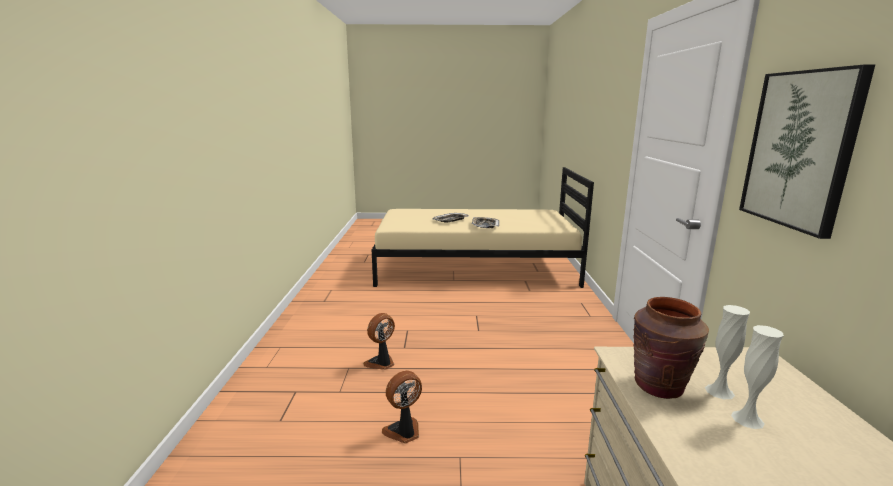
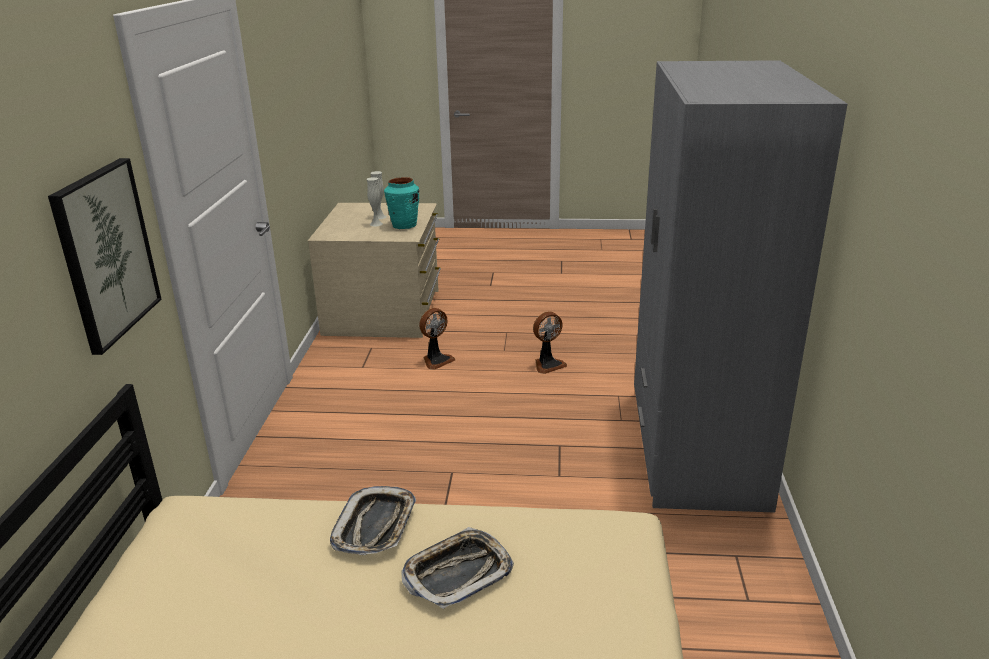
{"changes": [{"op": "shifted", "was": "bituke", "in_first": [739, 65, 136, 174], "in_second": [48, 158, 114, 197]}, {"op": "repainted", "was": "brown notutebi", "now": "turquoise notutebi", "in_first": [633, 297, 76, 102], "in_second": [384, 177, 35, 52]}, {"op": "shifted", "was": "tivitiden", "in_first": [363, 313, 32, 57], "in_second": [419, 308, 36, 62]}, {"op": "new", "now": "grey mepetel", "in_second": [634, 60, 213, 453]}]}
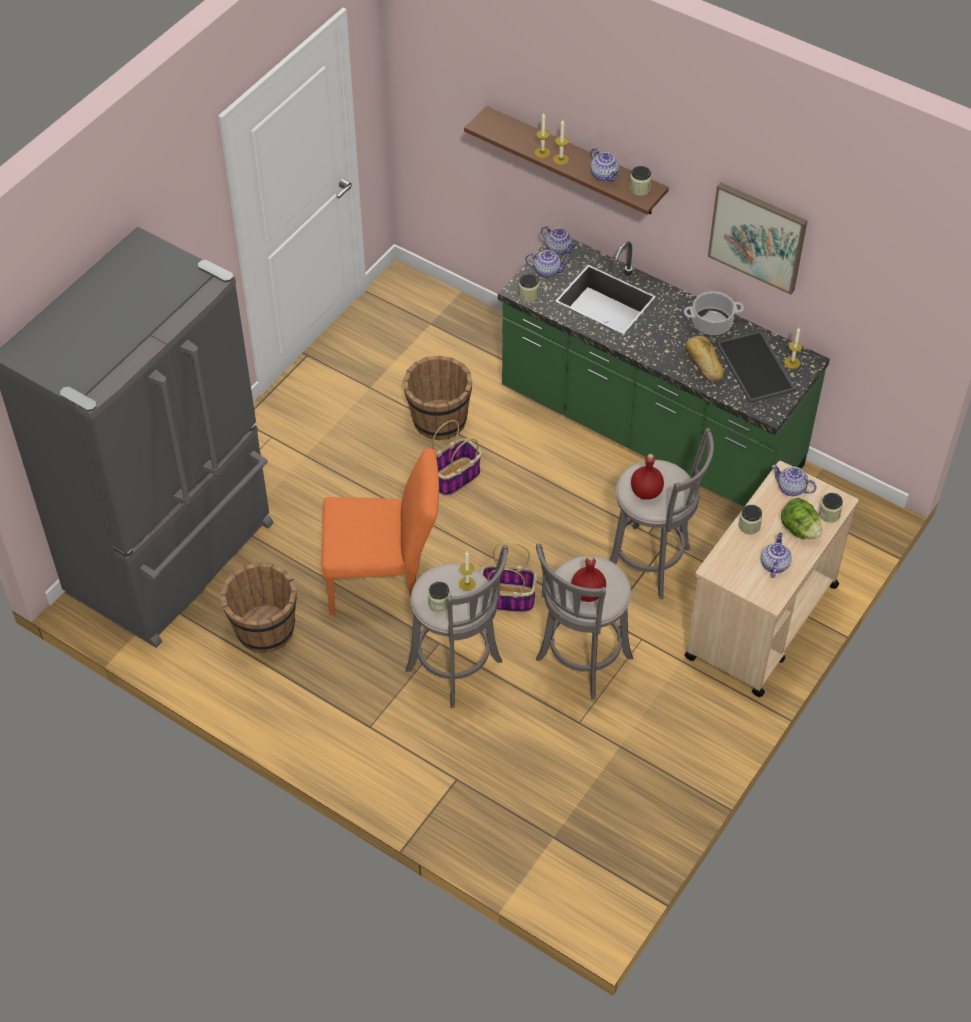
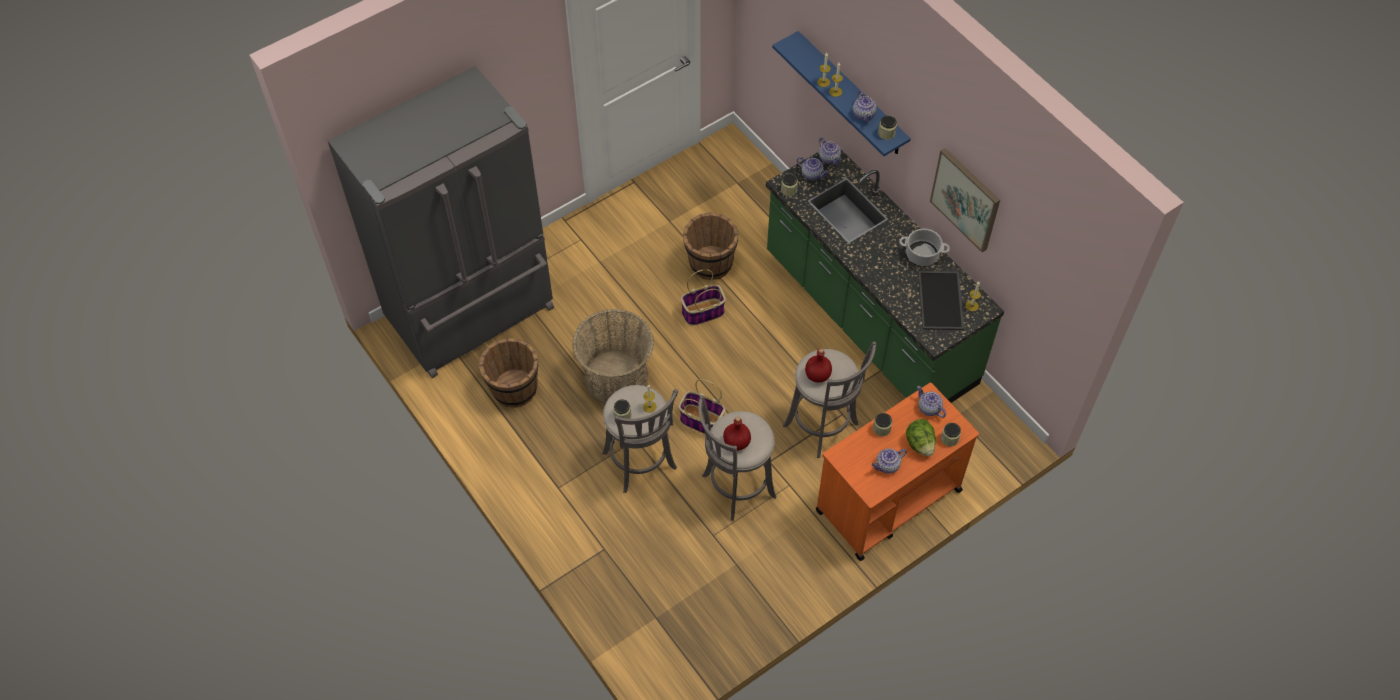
{"changes": [{"op": "repainted", "was": "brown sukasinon", "now": "blue sukasinon", "in_first": [464, 106, 205, 109], "in_second": [772, 31, 139, 125]}, {"op": "gone", "was": "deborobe", "in_first": [685, 336, 39, 46]}, {"op": "swapped", "was": "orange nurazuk", "now": "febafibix", "in_first": [322, 449, 117, 166], "in_second": [572, 309, 82, 96]}, {"op": "repainted", "was": "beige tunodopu", "now": "orange tunodopu", "in_first": [684, 461, 175, 236], "in_second": [816, 383, 163, 178]}, {"op": "rotated", "was": "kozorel", "in_first": [761, 533, 31, 45], "in_second": [872, 448, 35, 26], "clockwise": -150}]}
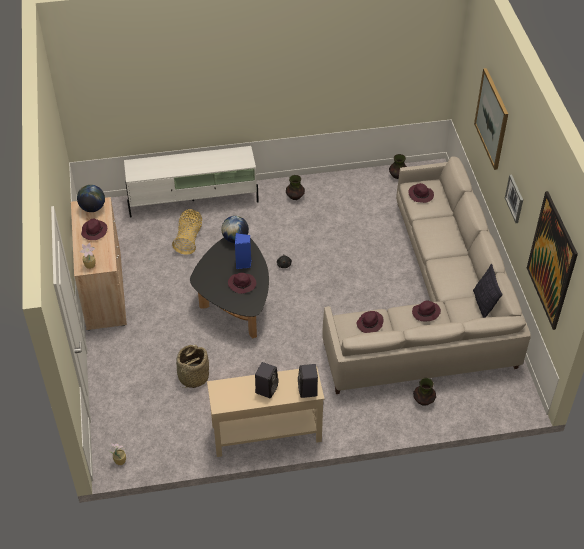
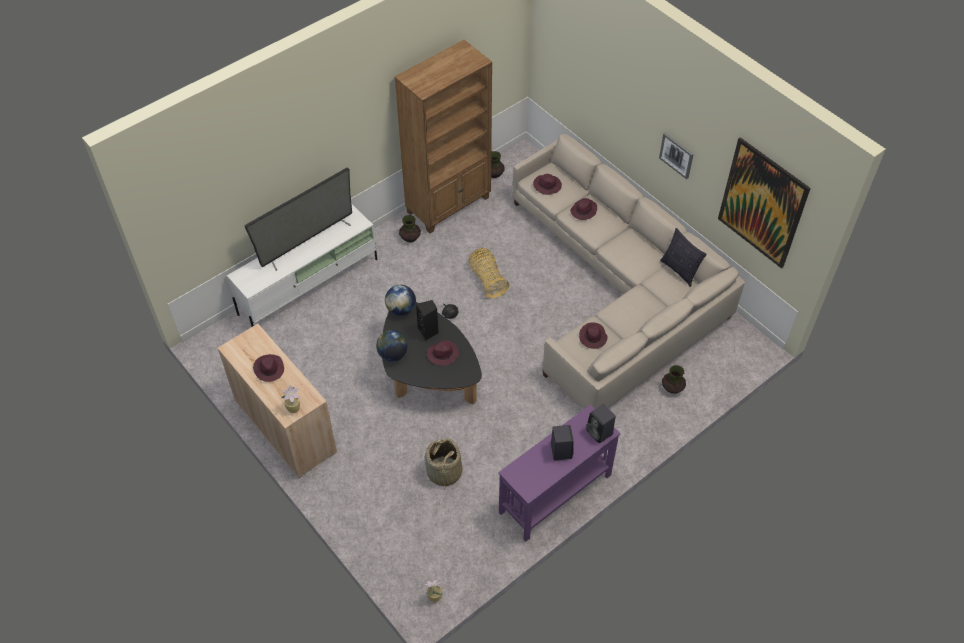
{"changes": [{"op": "gone", "was": "bituke", "in_first": [474, 68, 34, 102]}, {"op": "shifted", "was": "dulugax", "in_first": [77, 185, 28, 27], "in_second": [376, 330, 32, 32]}, {"op": "shifted", "was": "febafibix", "in_first": [172, 209, 30, 46], "in_second": [469, 248, 40, 50]}, {"op": "repainted", "was": "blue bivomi", "now": "black bivomi", "in_first": [235, 233, 16, 36], "in_second": [416, 300, 23, 41]}, {"op": "shifted", "was": "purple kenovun", "in_first": [412, 301, 29, 20], "in_second": [570, 198, 27, 22]}, {"op": "repainted", "was": "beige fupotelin", "now": "purple fupotelin", "in_first": [207, 366, 117, 91], "in_second": [498, 405, 123, 137]}, {"op": "new", "now": "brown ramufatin", "in_second": [394, 40, 98, 193]}, {"op": "new", "now": "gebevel", "in_second": [244, 167, 108, 104]}]}
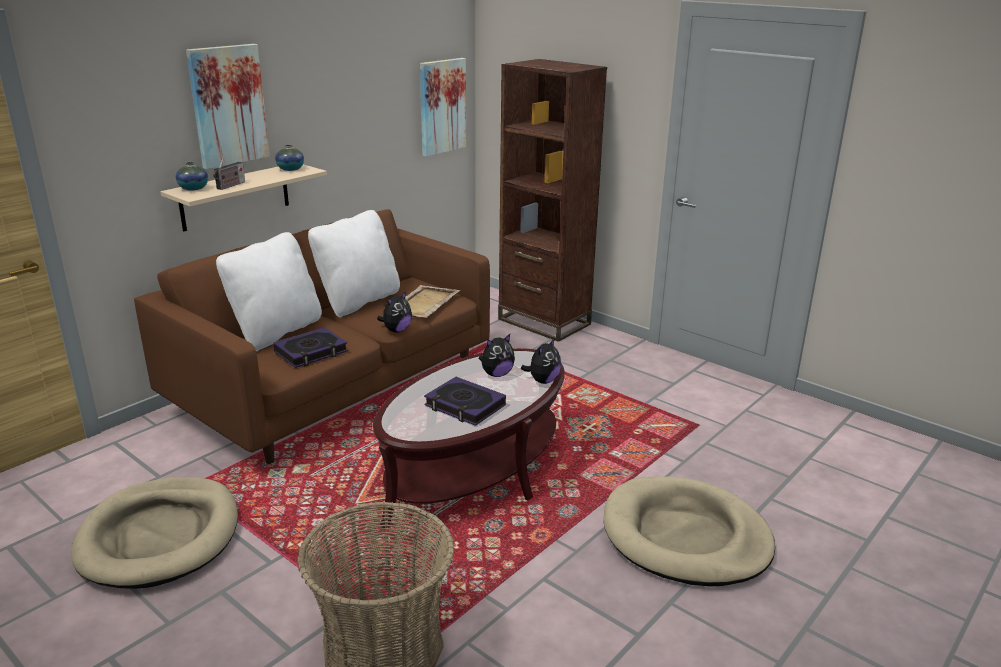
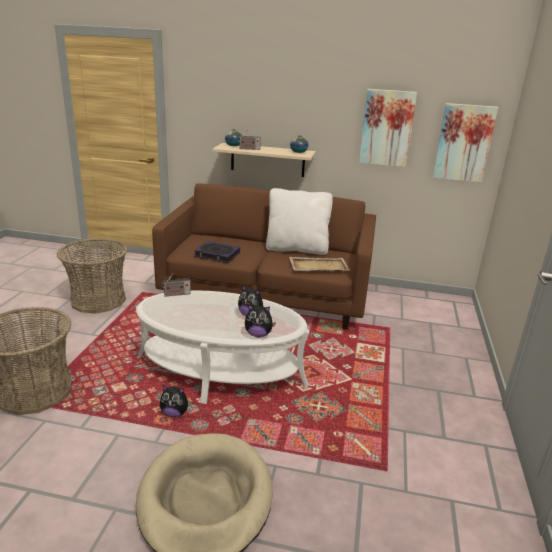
{"changes": [{"op": "shifted", "was": "bituke", "in_first": [186, 44, 84, 125], "in_second": [359, 89, 58, 78]}, {"op": "gone", "was": "brown ramufatin", "in_first": [498, 59, 109, 283]}, {"op": "gone", "was": "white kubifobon", "in_first": [216, 232, 106, 120]}, {"op": "shifted", "was": "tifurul", "in_first": [377, 291, 35, 41], "in_second": [160, 385, 33, 32]}, {"op": "repainted", "was": "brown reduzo", "now": "white reduzo", "in_first": [373, 348, 192, 180], "in_second": [136, 291, 174, 113]}, {"op": "gone", "was": "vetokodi", "in_first": [424, 377, 82, 49]}, {"op": "swapped", "was": "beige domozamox", "now": "febafibix", "in_first": [71, 477, 167, 112], "in_second": [57, 238, 71, 76]}, {"op": "new", "now": "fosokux", "in_second": [161, 273, 30, 23]}]}
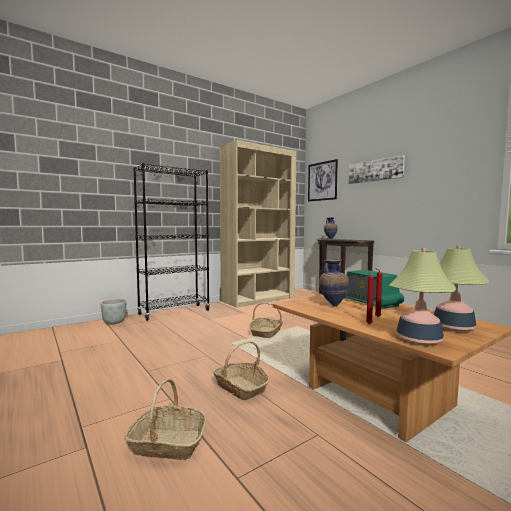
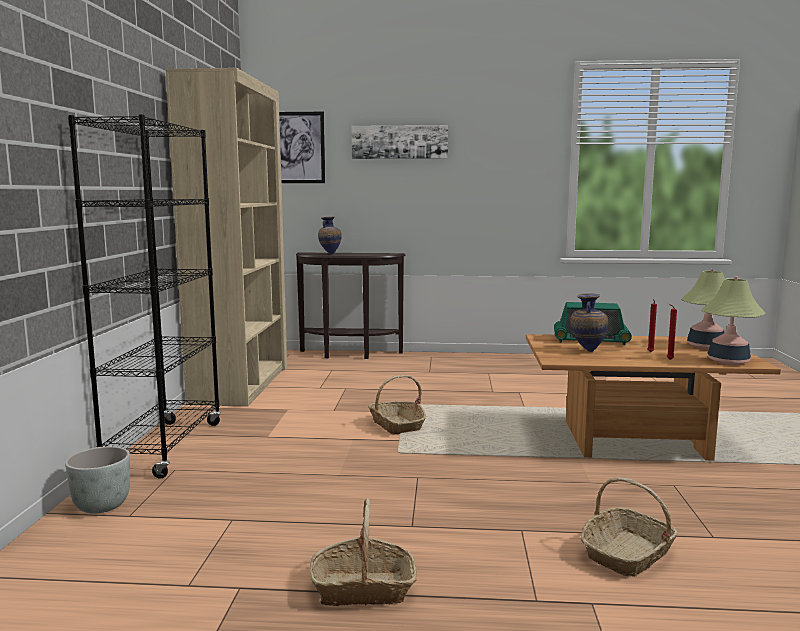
{"changes": [{"op": "shifted", "was": "febafibix", "in_first": [213, 341, 57, 59], "in_second": [310, 499, 107, 107]}]}
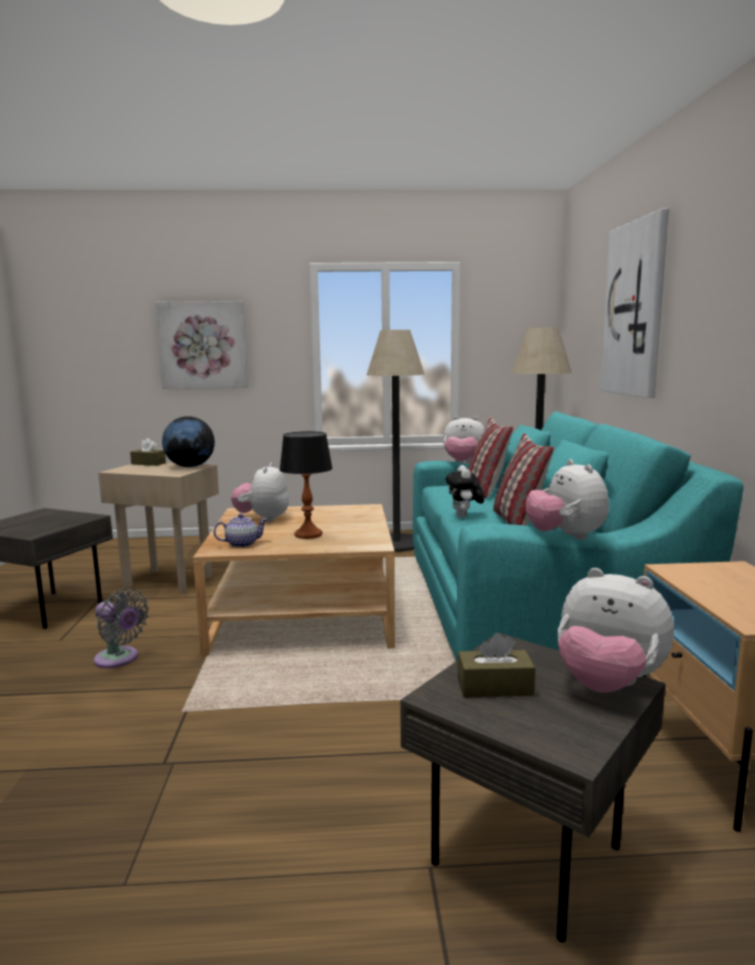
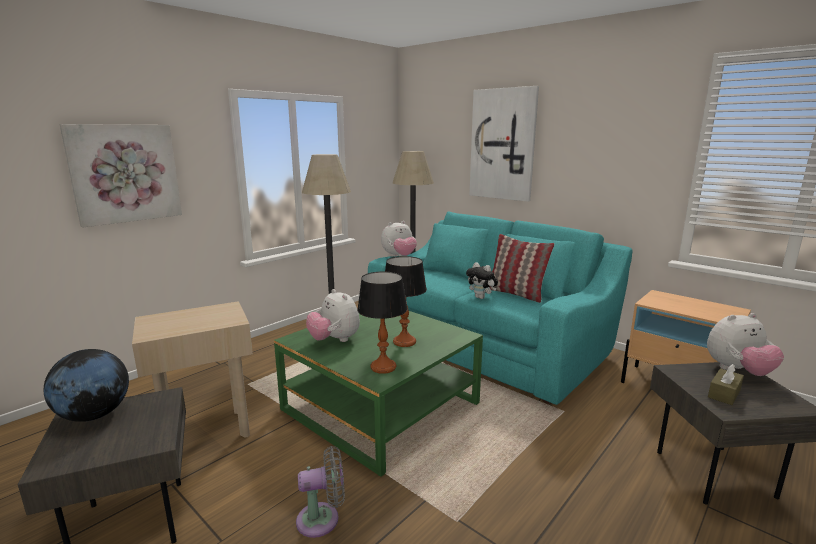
{"changes": [{"op": "shifted", "was": "dulugax", "in_first": [162, 416, 53, 51], "in_second": [44, 349, 85, 73]}, {"op": "gone", "was": "kubifobon", "in_first": [468, 418, 46, 81]}, {"op": "gone", "was": "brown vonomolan", "in_first": [130, 438, 36, 28]}, {"op": "gone", "was": "tifurul", "in_first": [526, 459, 83, 81]}, {"op": "repainted", "was": "beige reduzo", "now": "green reduzo", "in_first": [193, 504, 202, 153], "in_second": [274, 311, 209, 166]}, {"op": "swapped", "was": "kozorel", "now": "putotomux", "in_first": [213, 513, 55, 35], "in_second": [357, 272, 51, 102]}]}
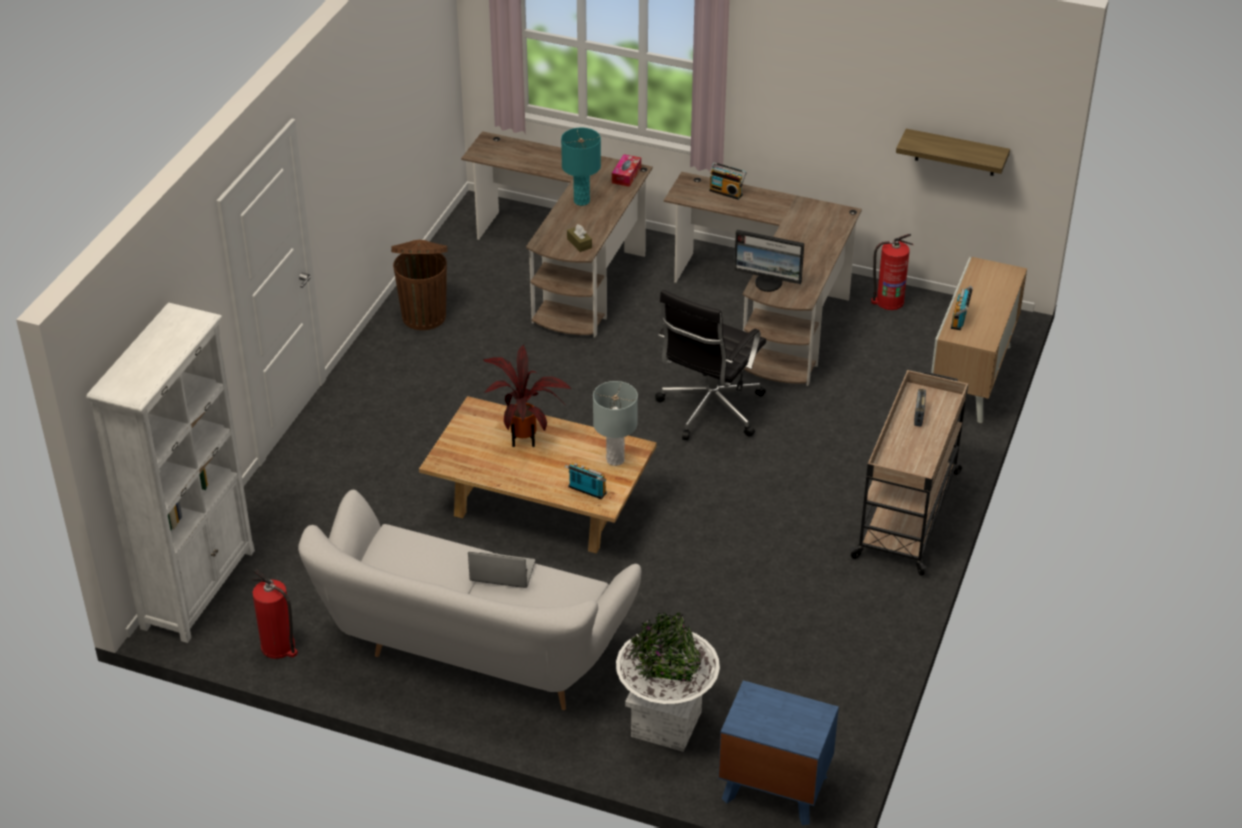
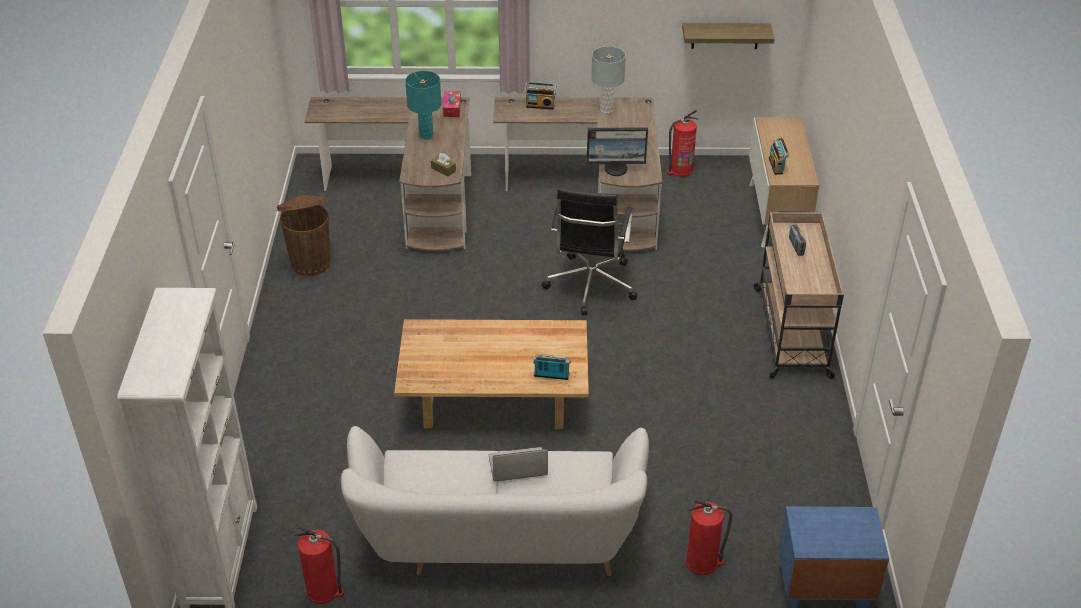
{"changes": [{"op": "gone", "was": "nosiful", "in_first": [484, 345, 88, 102]}, {"op": "shifted", "was": "grey putotomux", "in_first": [593, 381, 45, 85], "in_second": [591, 46, 35, 68]}, {"op": "swapped", "was": "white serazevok", "now": "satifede", "in_first": [616, 612, 104, 140], "in_second": [686, 499, 46, 76]}]}
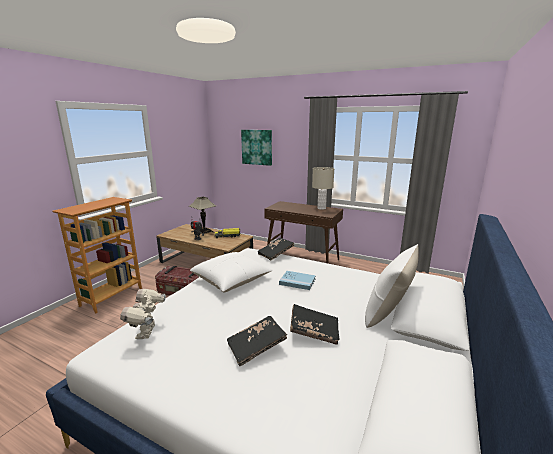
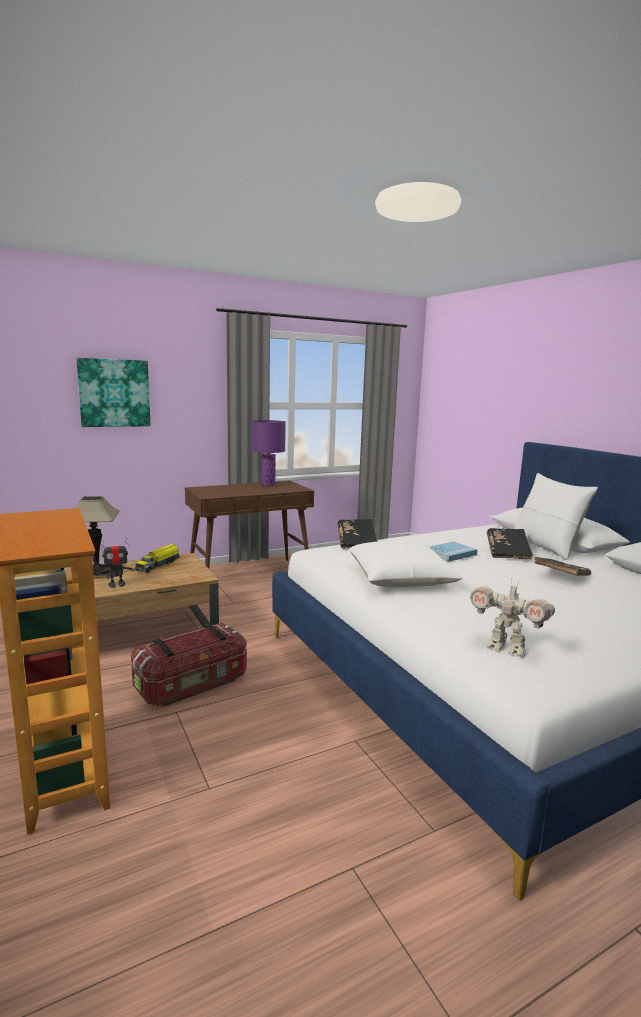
{"changes": [{"op": "repainted", "was": "beige putotomux", "now": "purple putotomux", "in_first": [312, 167, 22, 43], "in_second": [252, 420, 34, 66]}, {"op": "shifted", "was": "black vetokodi", "in_first": [227, 316, 60, 50], "in_second": [487, 528, 46, 31]}]}
